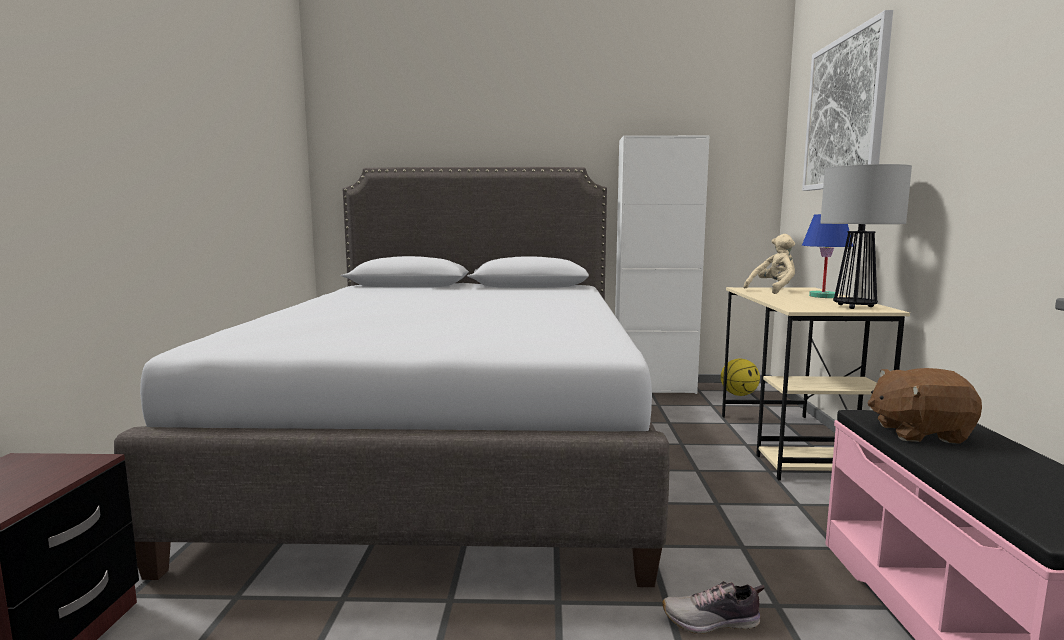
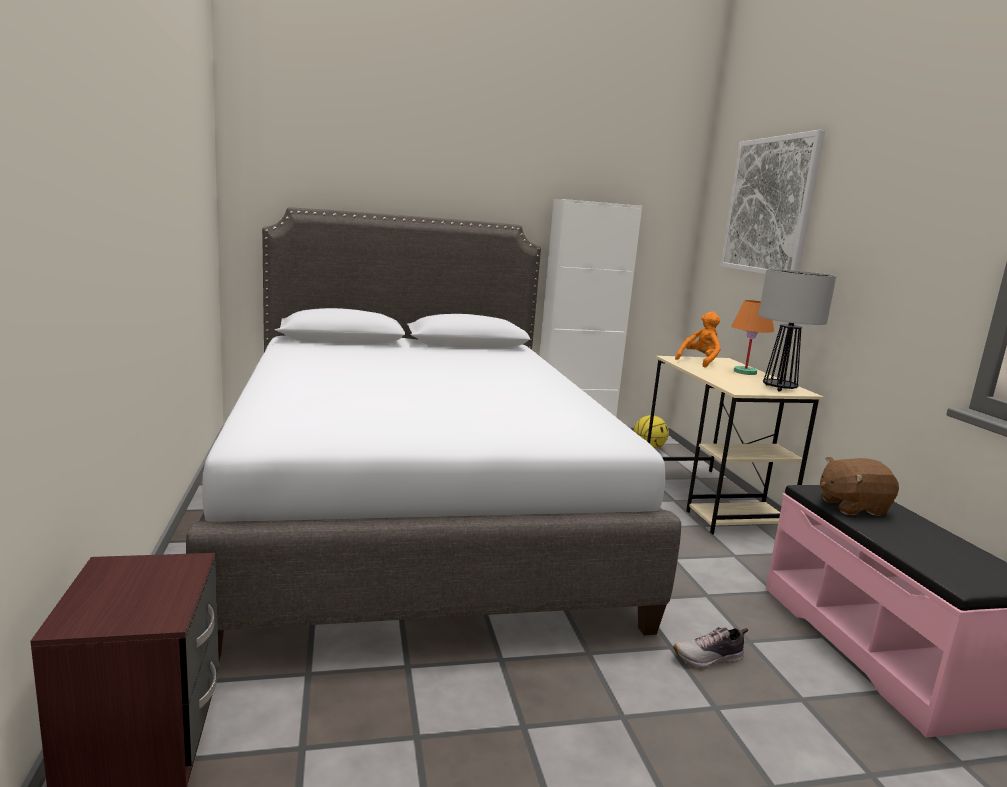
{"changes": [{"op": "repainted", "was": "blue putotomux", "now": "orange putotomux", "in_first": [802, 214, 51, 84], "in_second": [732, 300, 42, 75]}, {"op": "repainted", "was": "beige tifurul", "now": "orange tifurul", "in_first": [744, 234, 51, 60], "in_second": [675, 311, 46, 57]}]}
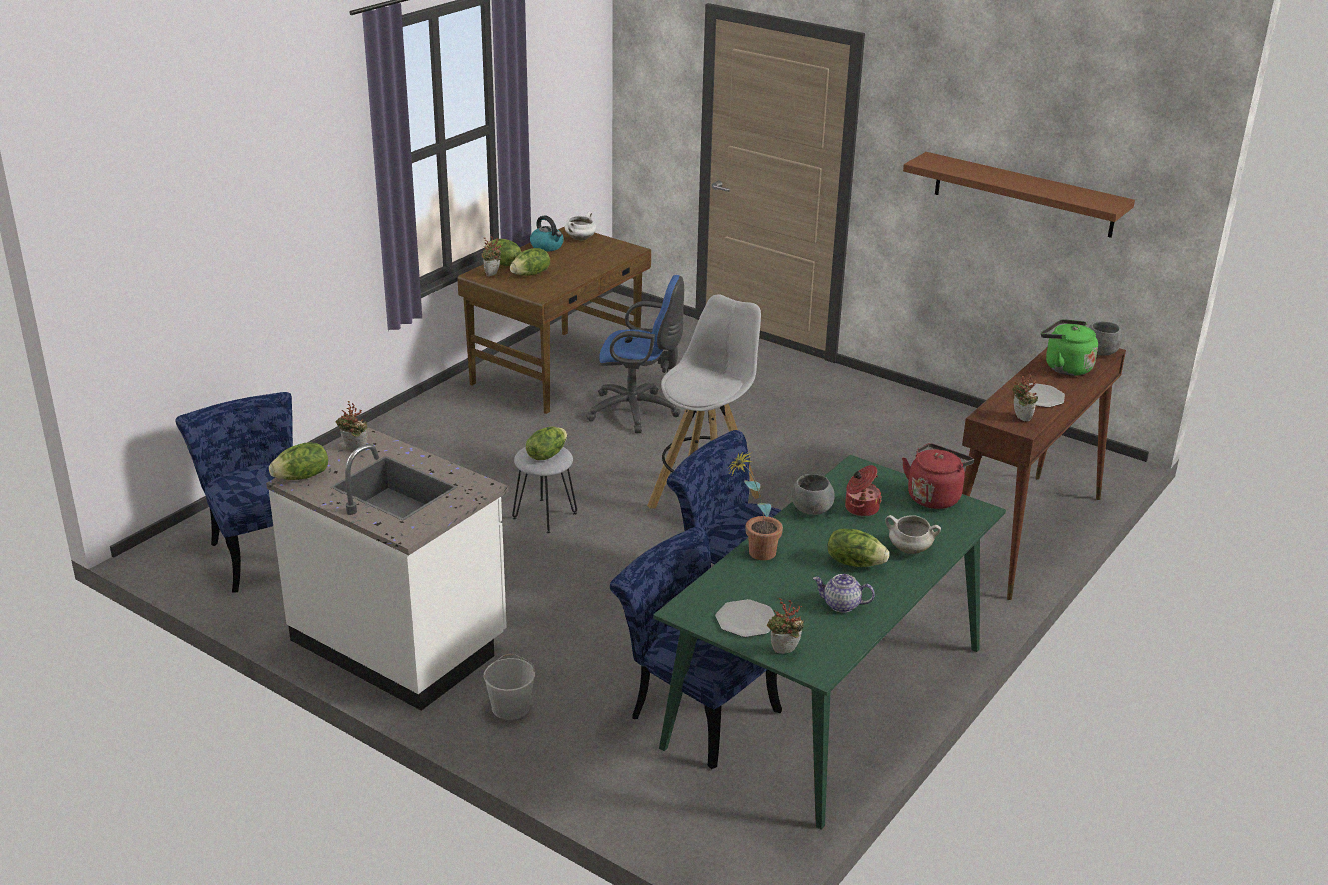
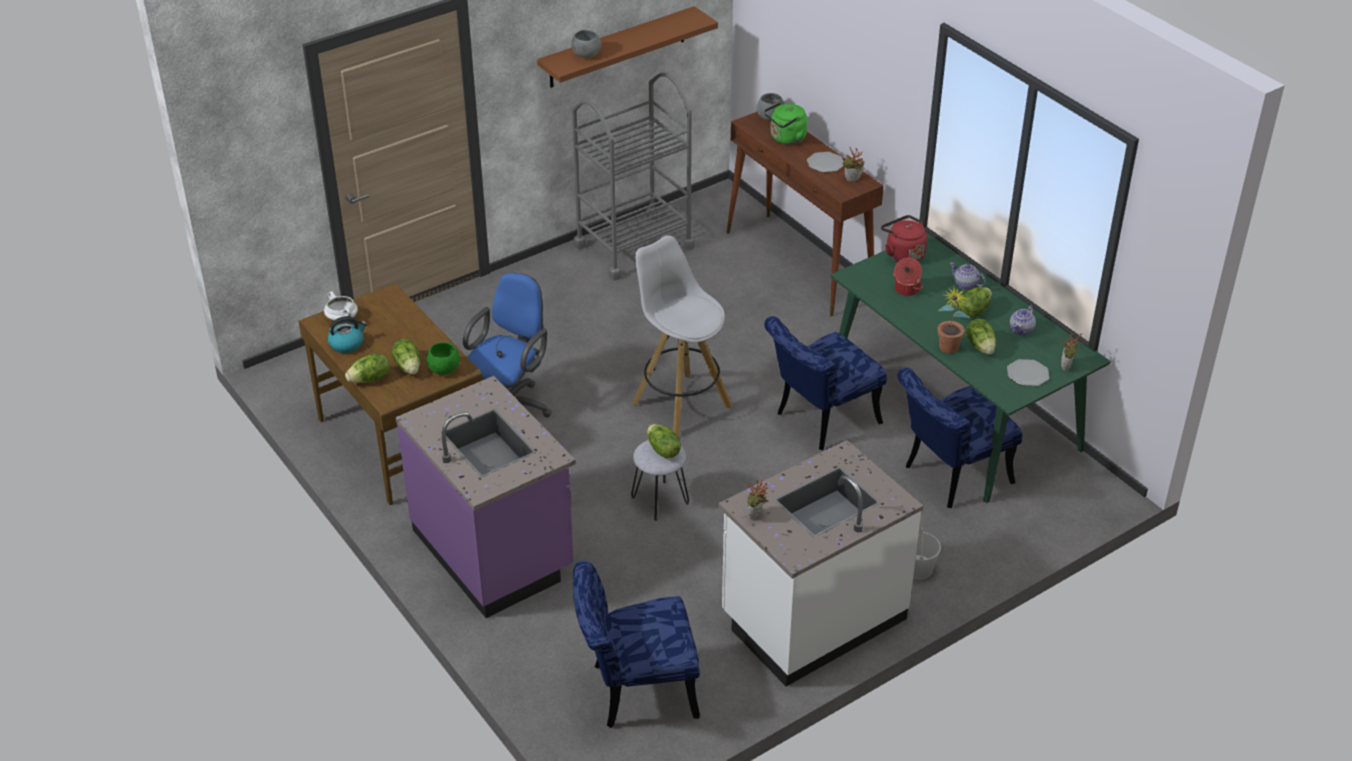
{"changes": [{"op": "gone", "was": "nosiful", "in_first": [481, 236, 21, 40]}, {"op": "shifted", "was": "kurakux", "in_first": [269, 442, 59, 38], "in_second": [967, 319, 29, 36]}, {"op": "shifted", "was": "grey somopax", "in_first": [791, 474, 44, 41], "in_second": [571, 30, 30, 28]}, {"op": "swapped", "was": "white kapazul", "now": "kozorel", "in_first": [885, 515, 56, 39], "in_second": [950, 262, 36, 28]}, {"op": "new", "now": "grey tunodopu", "in_second": [572, 72, 123, 209]}, {"op": "new", "now": "green somopax", "in_second": [427, 342, 33, 33]}, {"op": "new", "now": "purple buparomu", "in_second": [395, 376, 181, 242]}]}
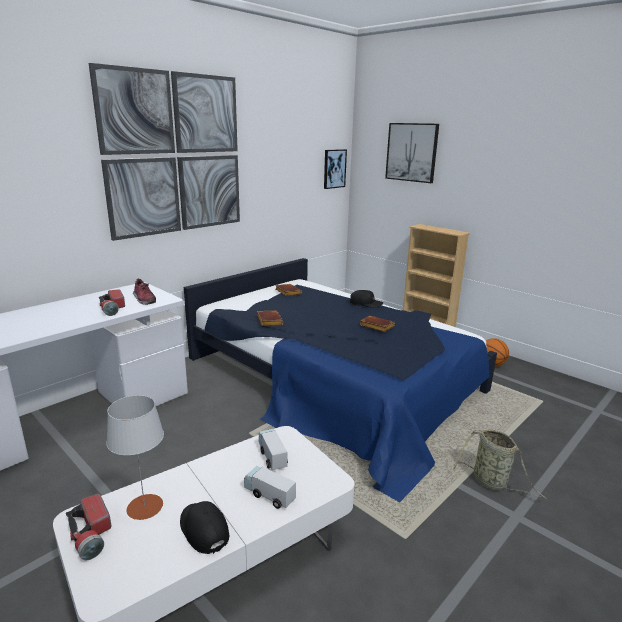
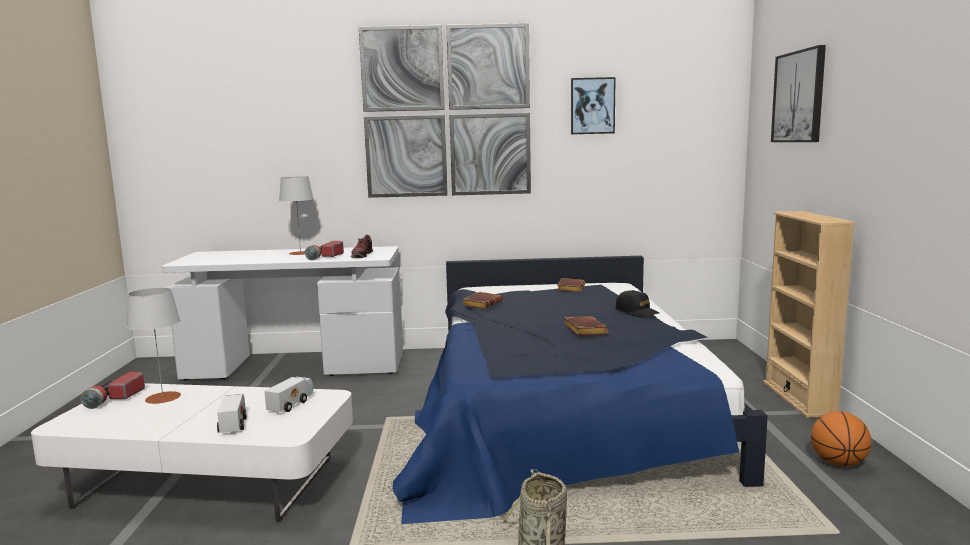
{"changes": [{"op": "shifted", "was": "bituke", "in_first": [324, 149, 23, 40], "in_second": [571, 77, 45, 57]}, {"op": "gone", "was": "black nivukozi", "in_first": [180, 501, 49, 53]}, {"op": "new", "now": "grey putotomux", "in_second": [279, 176, 35, 79]}]}
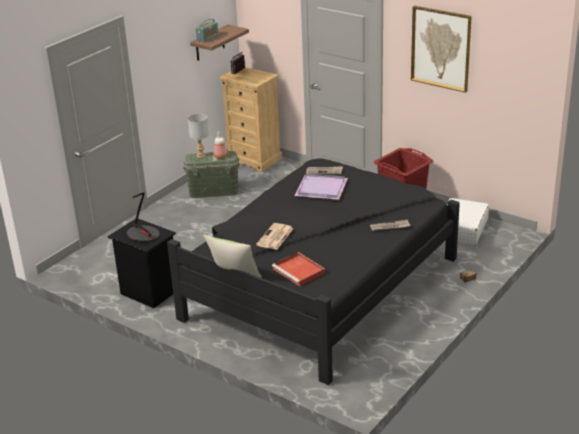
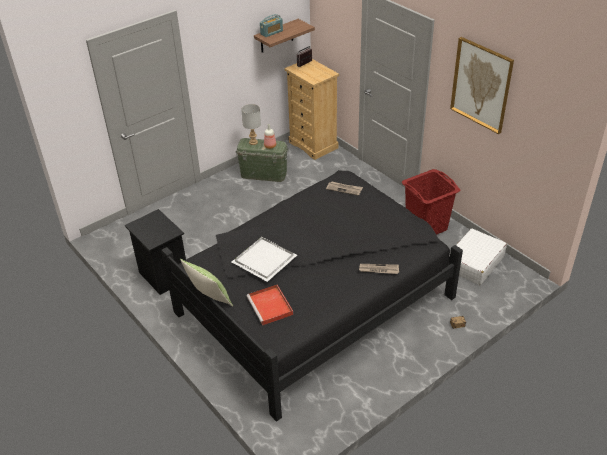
{"changes": [{"op": "gone", "was": "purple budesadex", "in_first": [295, 173, 53, 27]}, {"op": "gone", "was": "putotomux", "in_first": [127, 192, 33, 49]}, {"op": "swapped", "was": "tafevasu", "now": "white budesadex", "in_first": [256, 223, 37, 27], "in_second": [232, 237, 65, 45]}]}
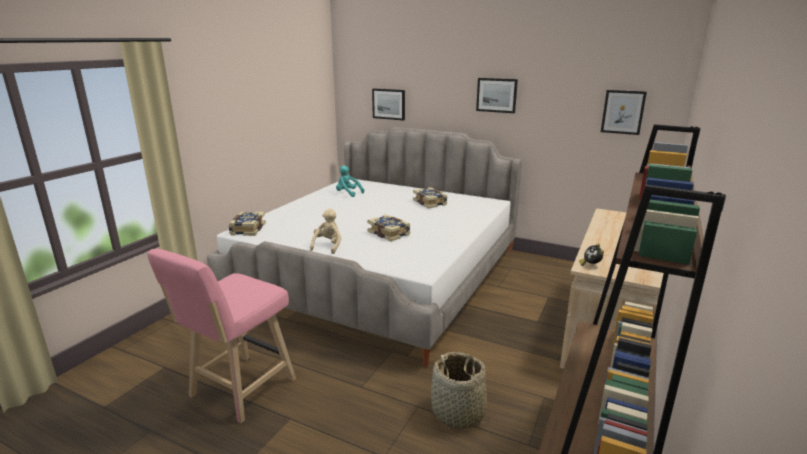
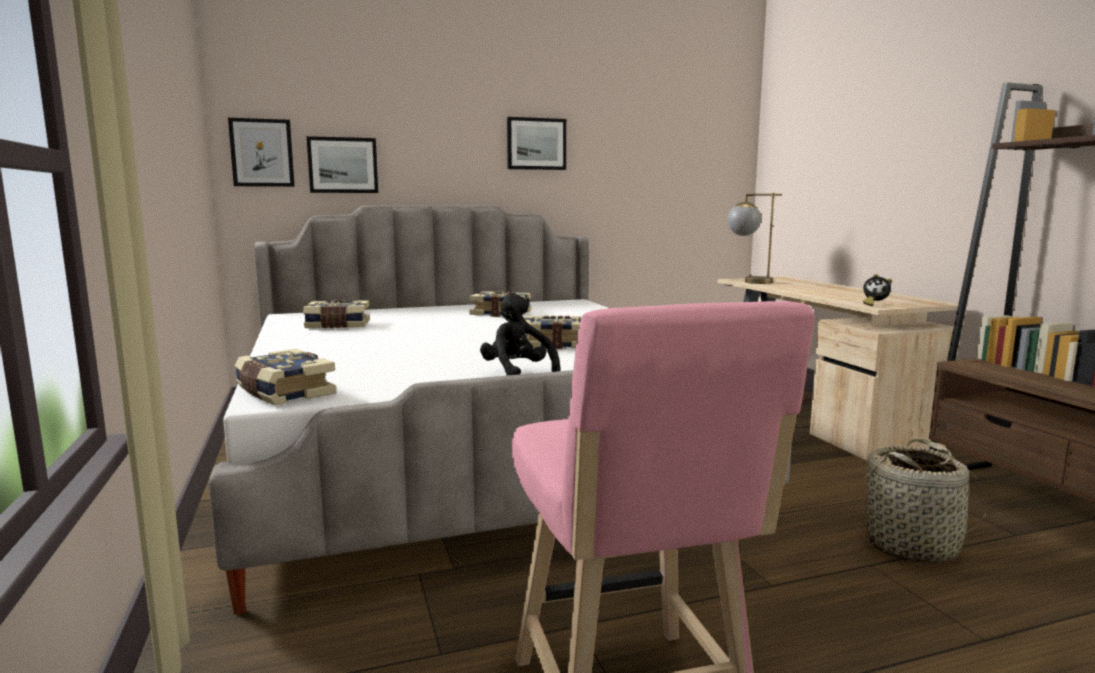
{"changes": [{"op": "shifted", "was": "bituke", "in_first": [601, 90, 46, 45], "in_second": [228, 118, 67, 69]}, {"op": "swapped", "was": "turquoise tifurul", "now": "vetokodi", "in_first": [336, 165, 28, 32], "in_second": [303, 300, 67, 29]}, {"op": "repainted", "was": "beige tifurul", "now": "black tifurul", "in_first": [310, 209, 31, 45], "in_second": [480, 293, 81, 82]}, {"op": "new", "now": "putotomux", "in_second": [727, 193, 55, 91]}]}
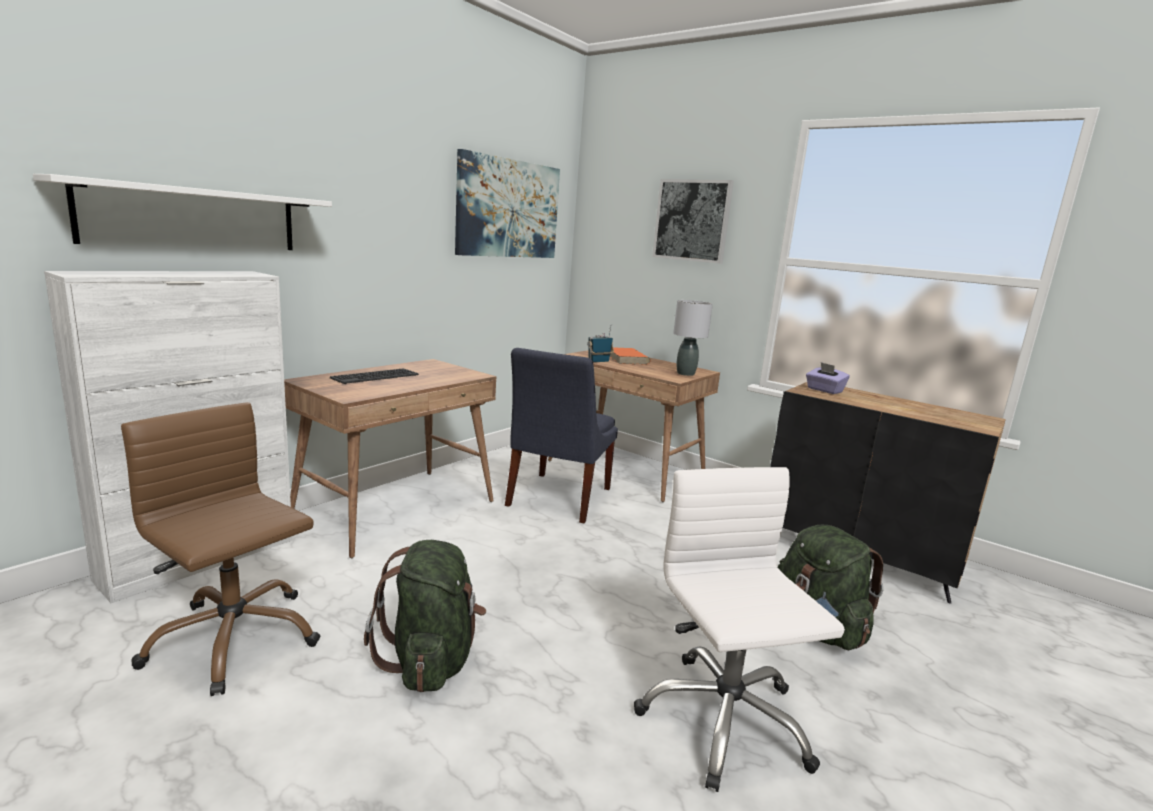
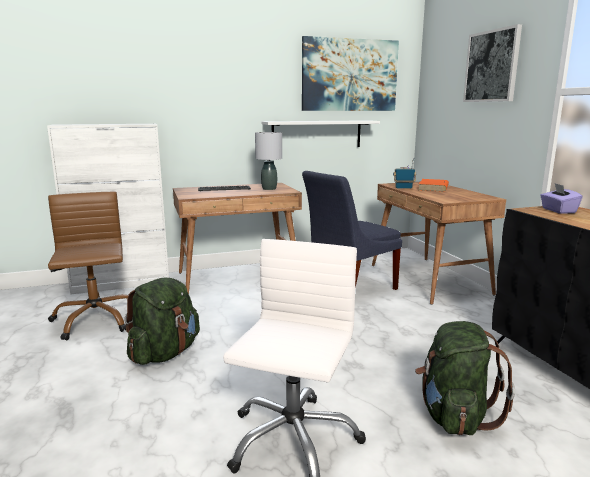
{"changes": [{"op": "shifted", "was": "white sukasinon", "in_first": [33, 174, 299, 76], "in_second": [262, 120, 118, 27]}, {"op": "shifted", "was": "grey putotomux", "in_first": [673, 300, 40, 76], "in_second": [255, 132, 27, 58]}]}
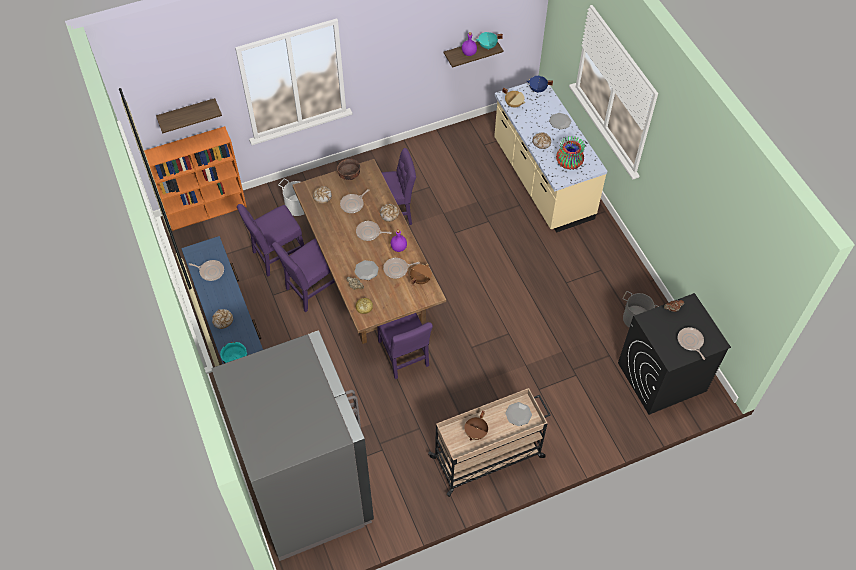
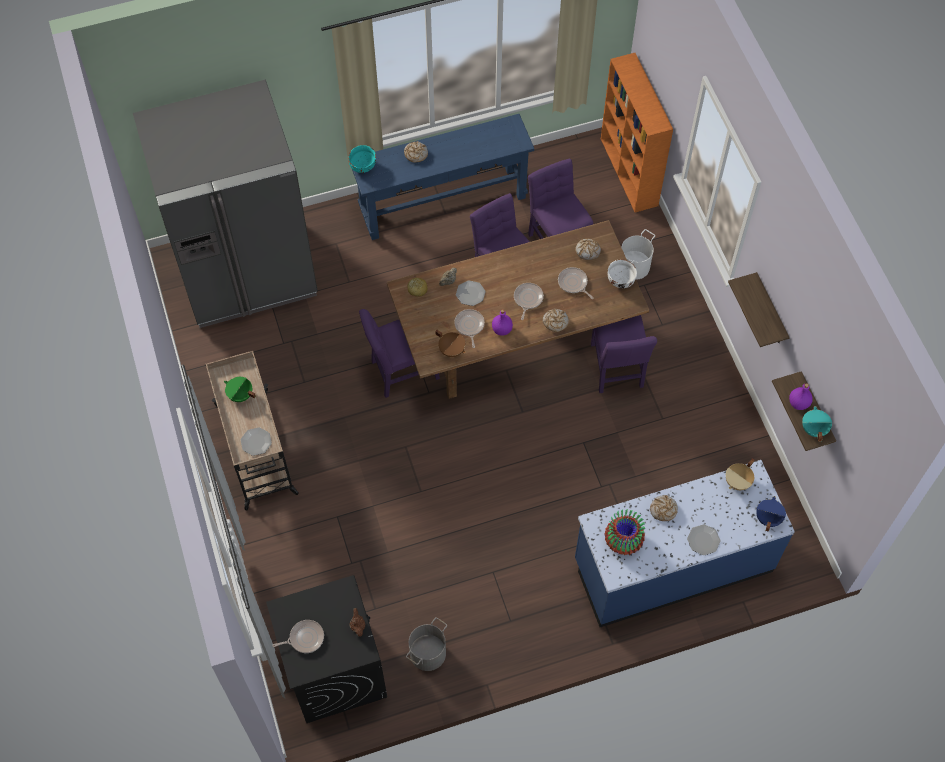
{"changes": [{"op": "repainted", "was": "beige buparomu", "now": "blue buparomu", "in_first": [494, 77, 113, 156], "in_second": [575, 460, 220, 167]}, {"op": "shifted", "was": "sukasinon", "in_first": [156, 98, 66, 35], "in_second": [728, 272, 62, 75]}, {"op": "repainted", "was": "brown somopax", "now": "white somopax", "in_first": [337, 159, 23, 21], "in_second": [607, 259, 30, 29]}, {"op": "gone", "was": "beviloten", "in_first": [188, 260, 36, 21]}, {"op": "repainted", "was": "brown kapazul", "now": "green kapazul", "in_first": [464, 411, 24, 30], "in_second": [224, 377, 32, 25]}]}
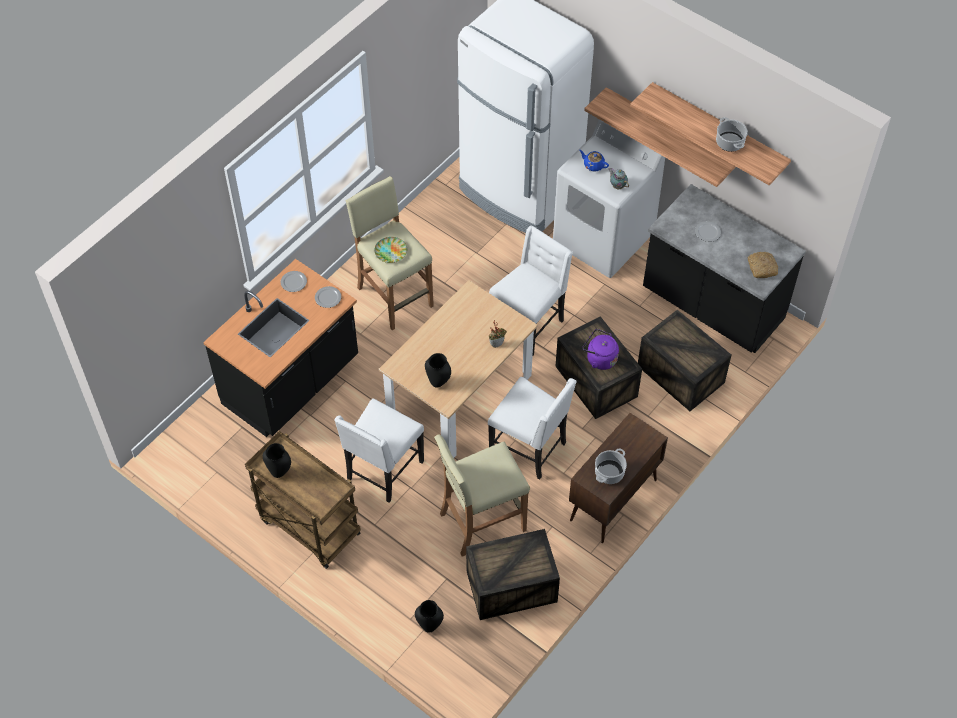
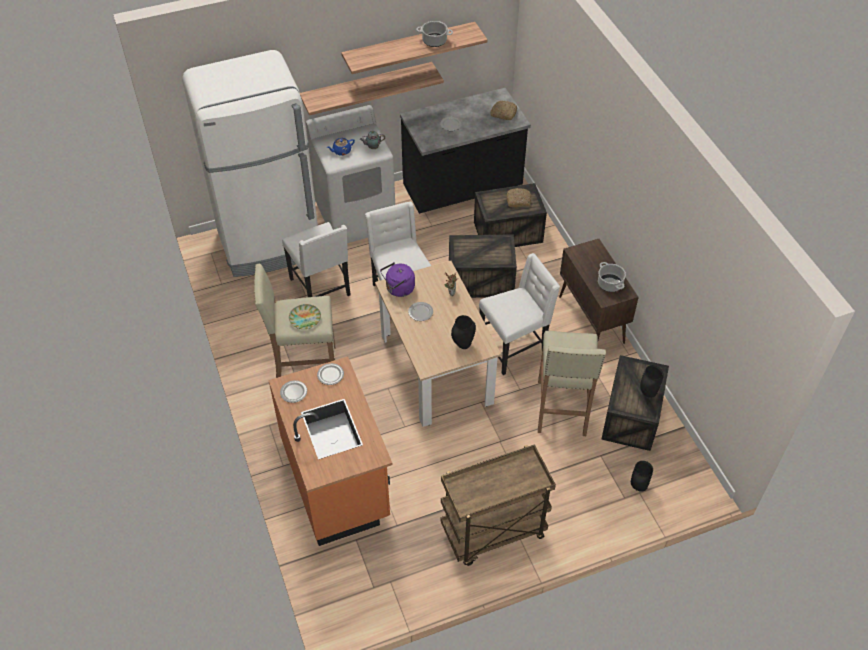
{"changes": [{"op": "repainted", "was": "black buparomu", "now": "orange buparomu", "in_first": [203, 259, 155, 178], "in_second": [268, 357, 124, 189]}, {"op": "shifted", "was": "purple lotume", "in_first": [582, 329, 37, 41], "in_second": [380, 262, 35, 35]}, {"op": "shifted", "was": "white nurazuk", "in_first": [334, 398, 90, 105], "in_second": [282, 222, 69, 75]}, {"op": "shifted", "was": "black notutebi", "in_first": [263, 443, 28, 35], "in_second": [640, 365, 24, 33]}, {"op": "new", "now": "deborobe", "in_second": [507, 188, 25, 19]}, {"op": "new", "now": "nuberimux", "in_second": [408, 302, 25, 19]}]}
